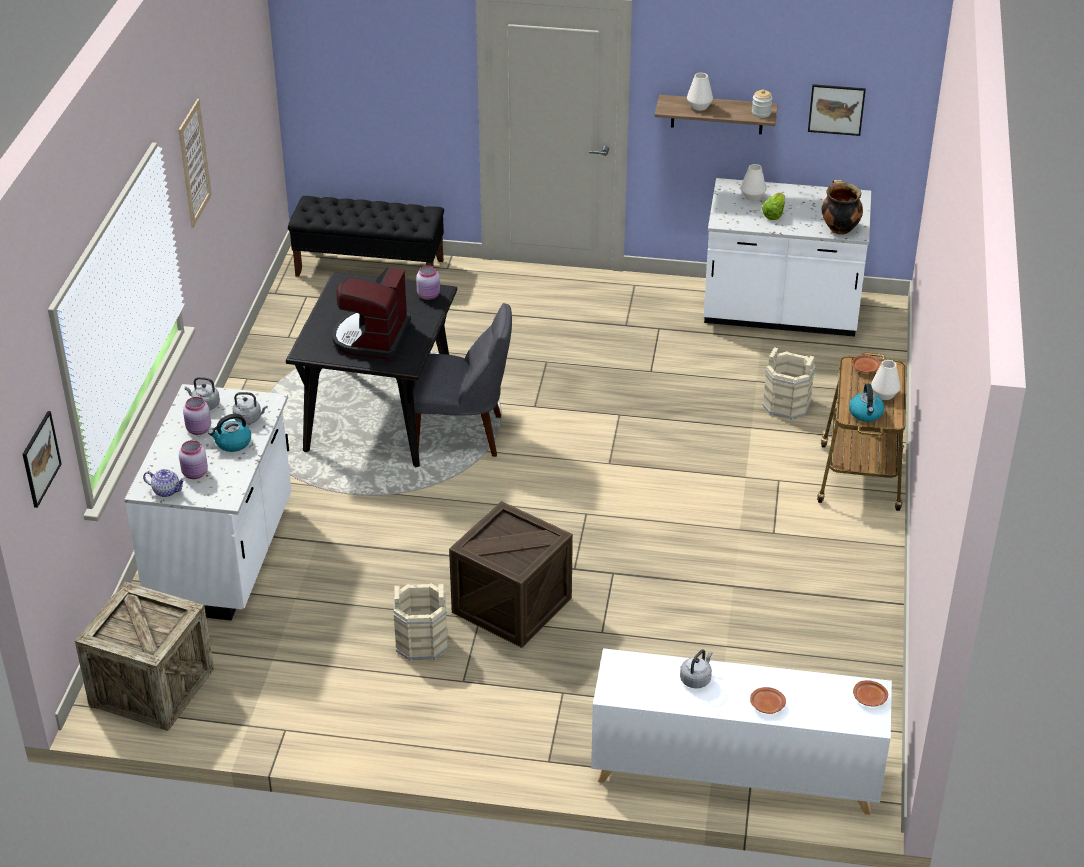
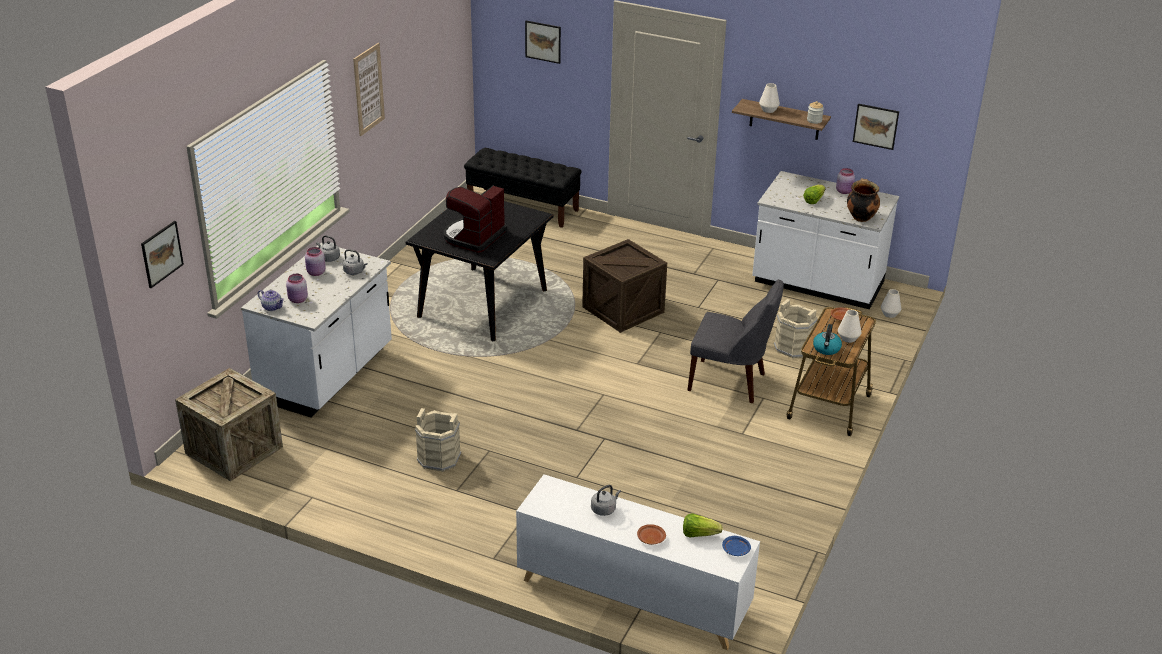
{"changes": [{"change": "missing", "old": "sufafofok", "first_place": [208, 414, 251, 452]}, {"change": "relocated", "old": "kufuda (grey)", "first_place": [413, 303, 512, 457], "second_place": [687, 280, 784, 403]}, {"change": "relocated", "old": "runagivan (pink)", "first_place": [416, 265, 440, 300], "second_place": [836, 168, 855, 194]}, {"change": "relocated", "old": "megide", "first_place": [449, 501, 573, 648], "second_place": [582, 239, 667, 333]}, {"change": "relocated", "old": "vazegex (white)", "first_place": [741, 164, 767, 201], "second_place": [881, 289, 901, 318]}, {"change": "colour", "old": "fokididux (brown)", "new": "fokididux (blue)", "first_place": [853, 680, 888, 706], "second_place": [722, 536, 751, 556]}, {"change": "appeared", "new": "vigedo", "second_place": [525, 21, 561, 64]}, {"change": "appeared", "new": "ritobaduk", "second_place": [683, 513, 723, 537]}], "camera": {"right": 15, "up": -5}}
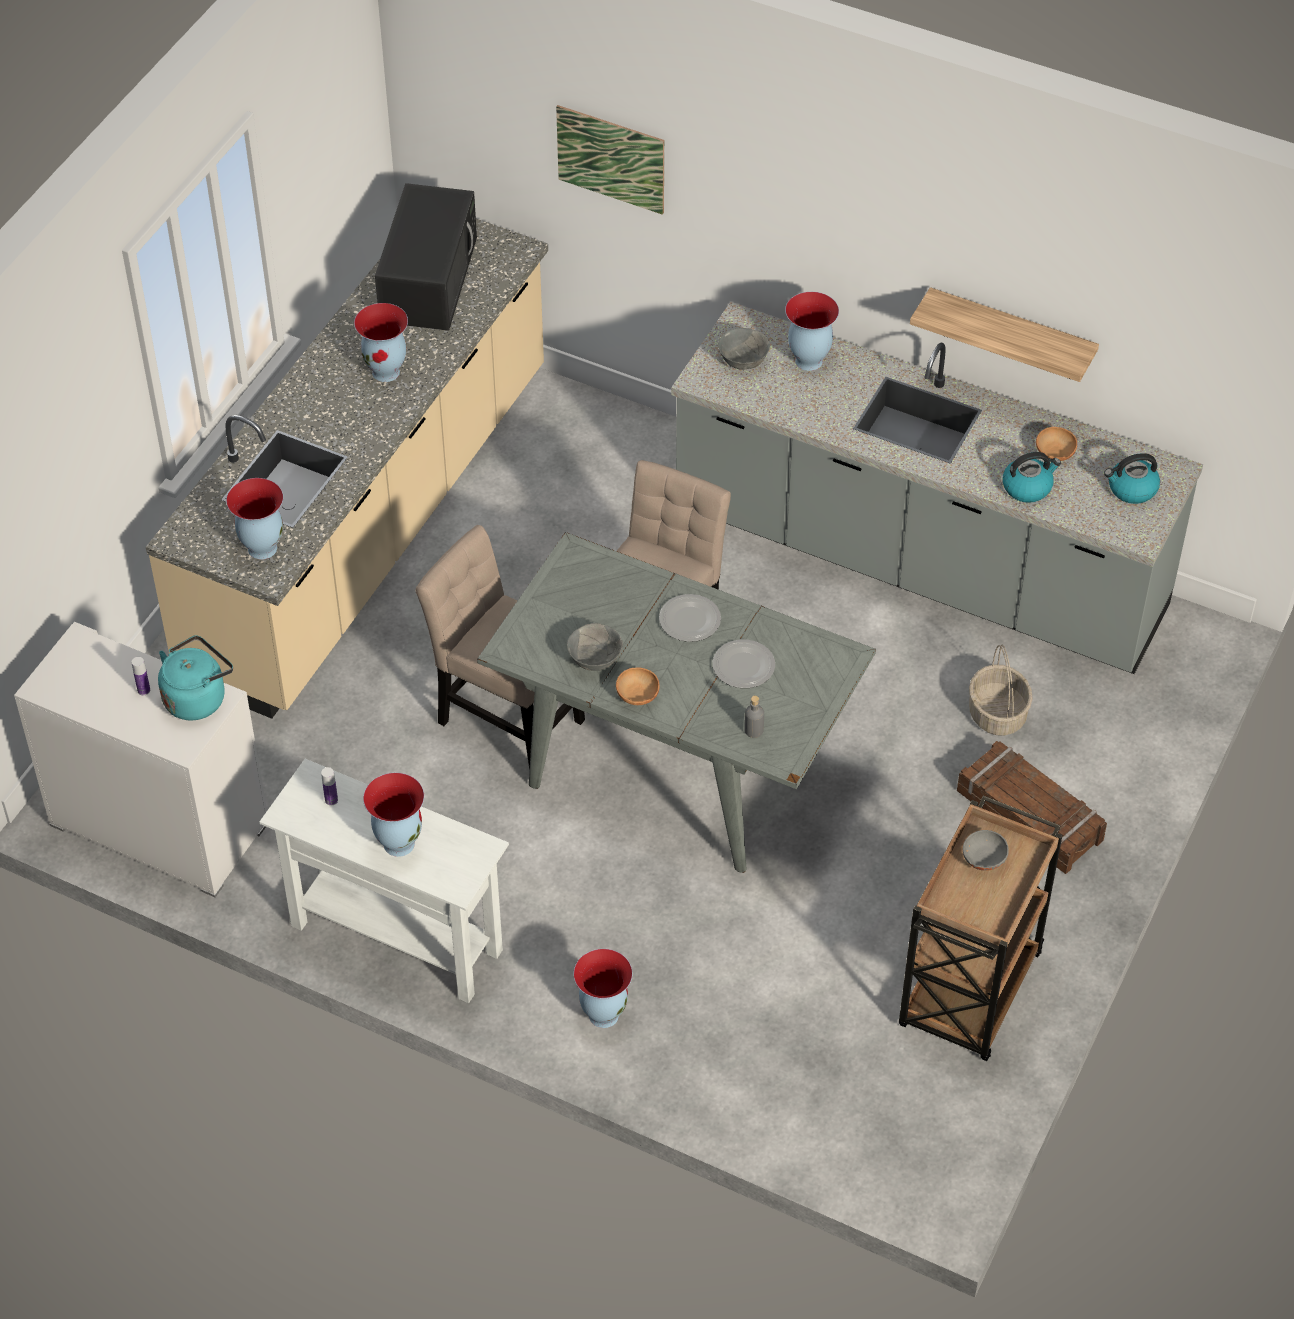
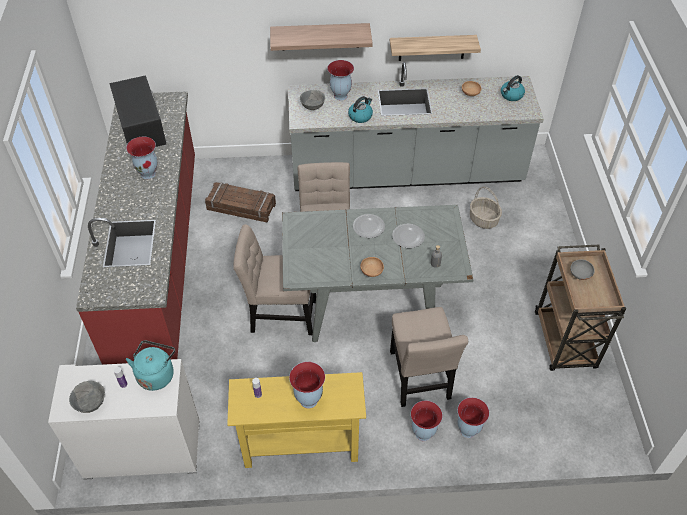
{"changes": [{"change": "colour", "old": "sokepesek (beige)", "new": "sokepesek (red)", "first_place": [146, 219, 548, 719], "second_place": [76, 91, 195, 365]}, {"change": "relocated", "old": "vazegex", "first_place": [226, 478, 283, 560], "second_place": [458, 397, 489, 438]}, {"change": "colour", "old": "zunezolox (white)", "new": "zunezolox (yellow)", "first_place": [259, 759, 509, 1003], "second_place": [227, 372, 366, 468]}, {"change": "missing", "old": "vigedo", "first_place": [556, 105, 664, 215]}, {"change": "relocated", "old": "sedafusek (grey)", "first_place": [567, 623, 623, 671], "second_place": [69, 381, 105, 413]}, {"change": "relocated", "old": "megide", "first_place": [957, 741, 1107, 874], "second_place": [205, 182, 276, 223]}, {"change": "relocated", "old": "sufafofok", "first_place": [1003, 452, 1061, 503], "second_place": [348, 96, 373, 123]}, {"change": "appeared", "new": "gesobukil", "second_place": [270, 23, 372, 51]}, {"change": "appeared", "new": "kufuda (beige)", "second_place": [390, 307, 468, 407]}], "camera": {"right": -30, "up": 0}}
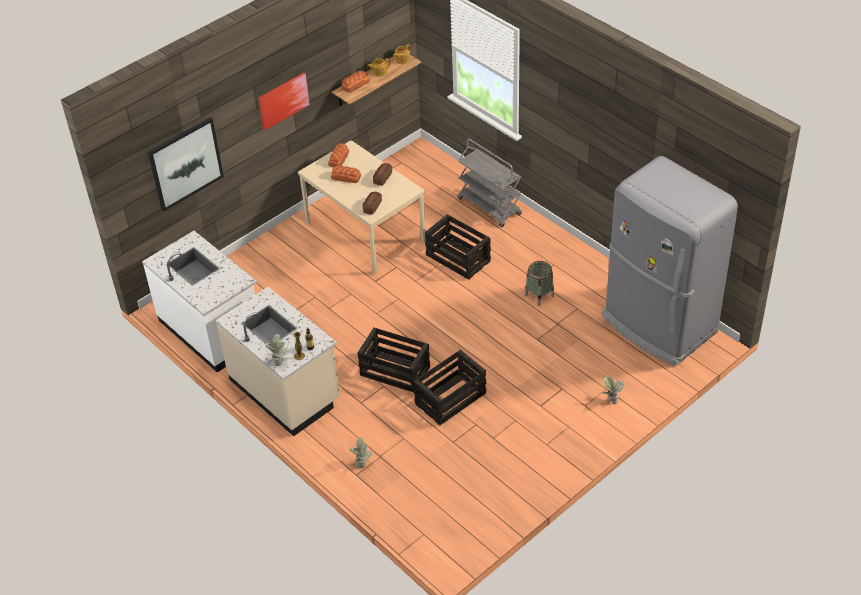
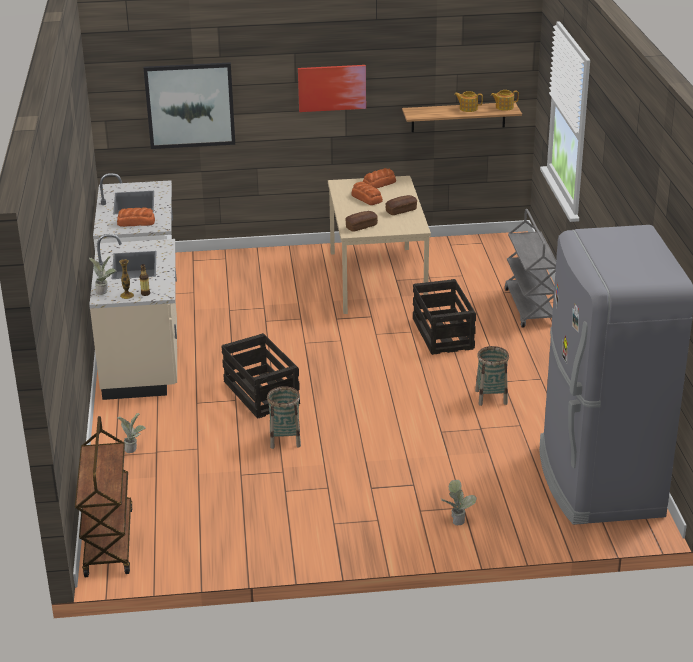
{"changes": [{"change": "relocated", "old": "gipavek", "first_place": [341, 71, 370, 92], "second_place": [117, 207, 155, 227]}, {"change": "exchanged", "old": "megide", "new": "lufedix", "first_place": [413, 350, 486, 425], "second_place": [267, 386, 301, 449]}, {"change": "appeared", "new": "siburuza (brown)", "second_place": [75, 416, 133, 577]}], "camera": {"right": 35, "up": -15}}
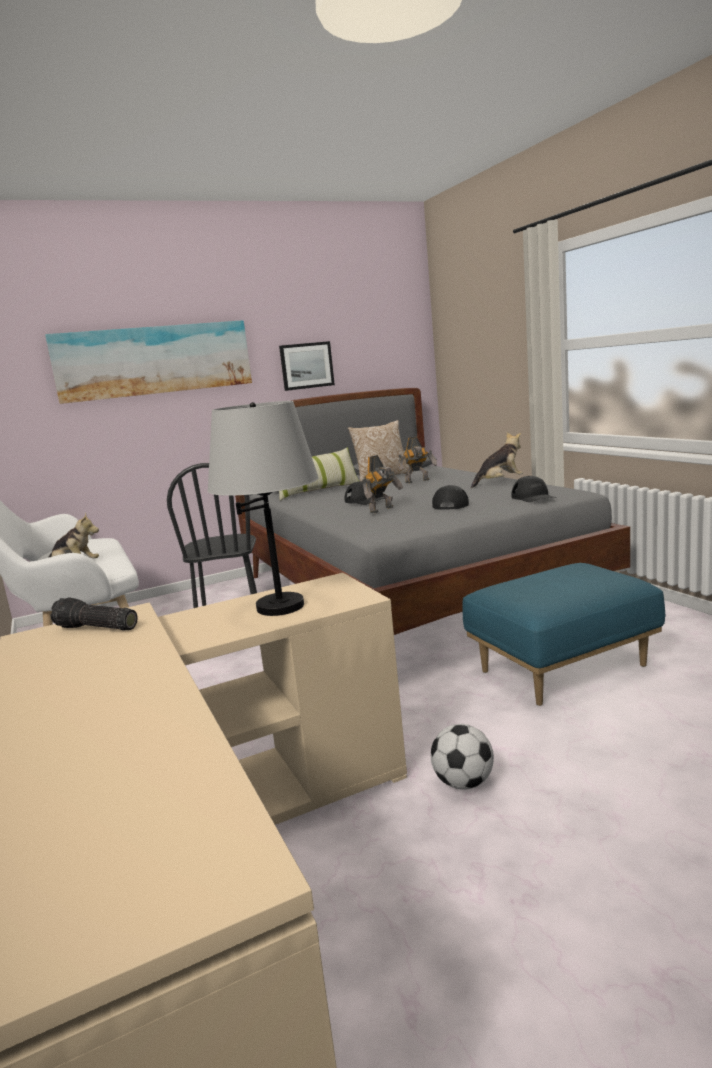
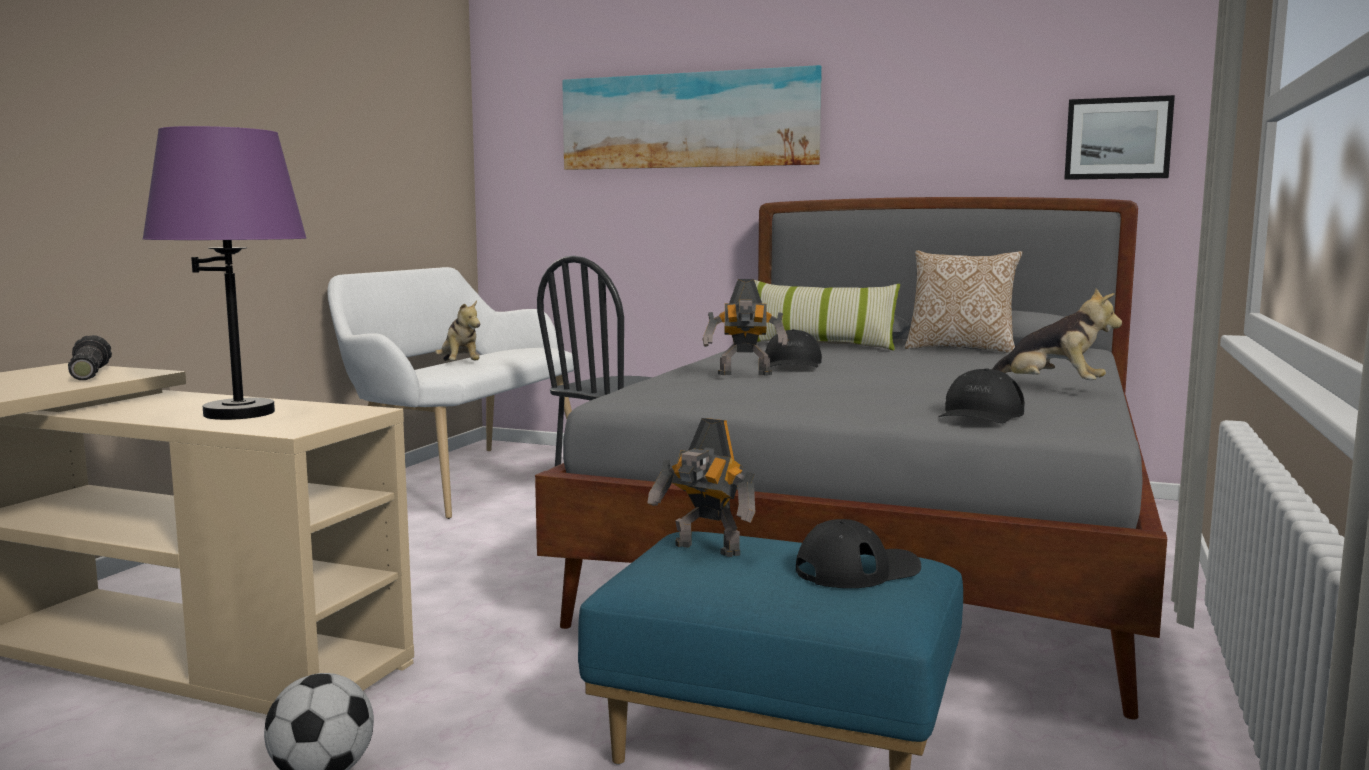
{"changes": [{"change": "colour", "old": "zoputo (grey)", "new": "zoputo (purple)", "first_place": [208, 401, 319, 616], "second_place": [143, 126, 307, 420]}, {"change": "relocated", "old": "vigedo", "first_place": [279, 341, 335, 391], "second_place": [1064, 95, 1175, 180]}, {"change": "relocated", "old": "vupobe", "first_place": [398, 436, 437, 483], "second_place": [647, 418, 756, 557]}, {"change": "relocated", "old": "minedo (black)", "first_place": [432, 485, 469, 510], "second_place": [796, 519, 921, 588]}], "camera": {"right": 45, "up": -5}}
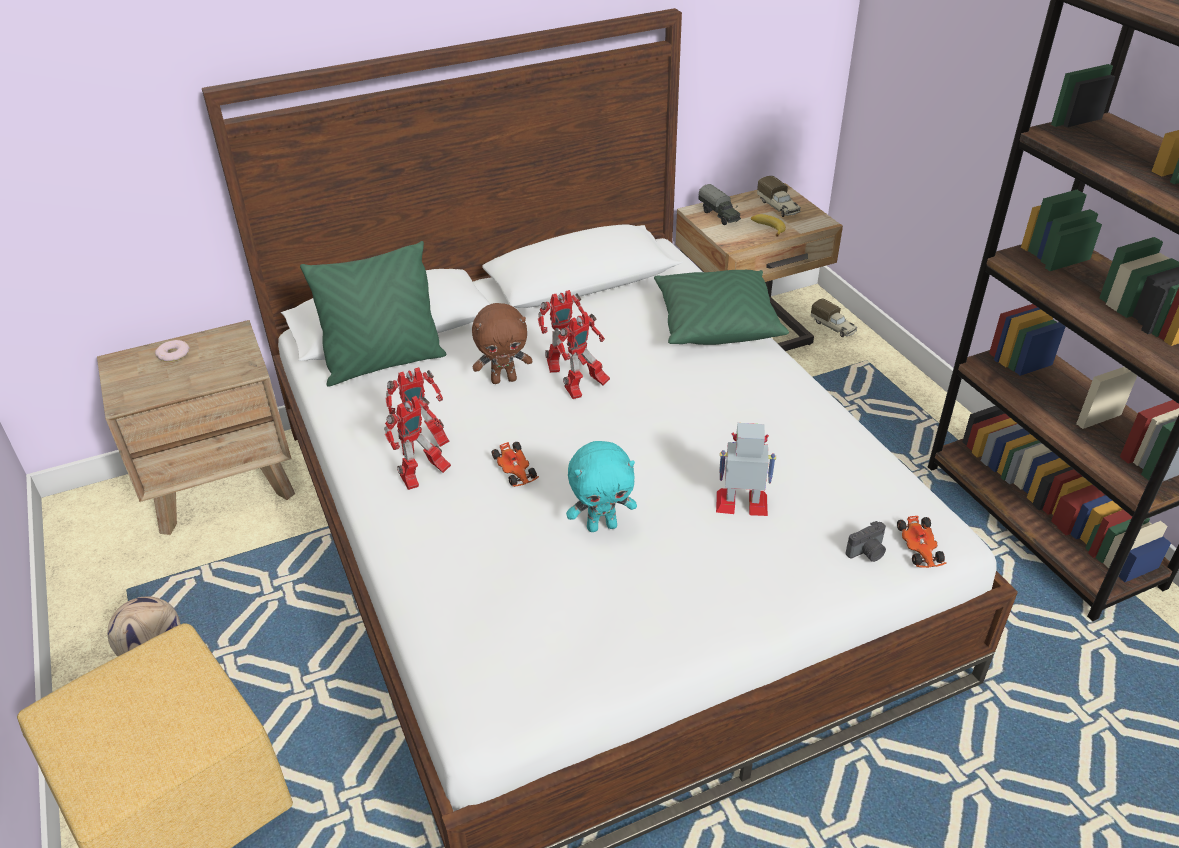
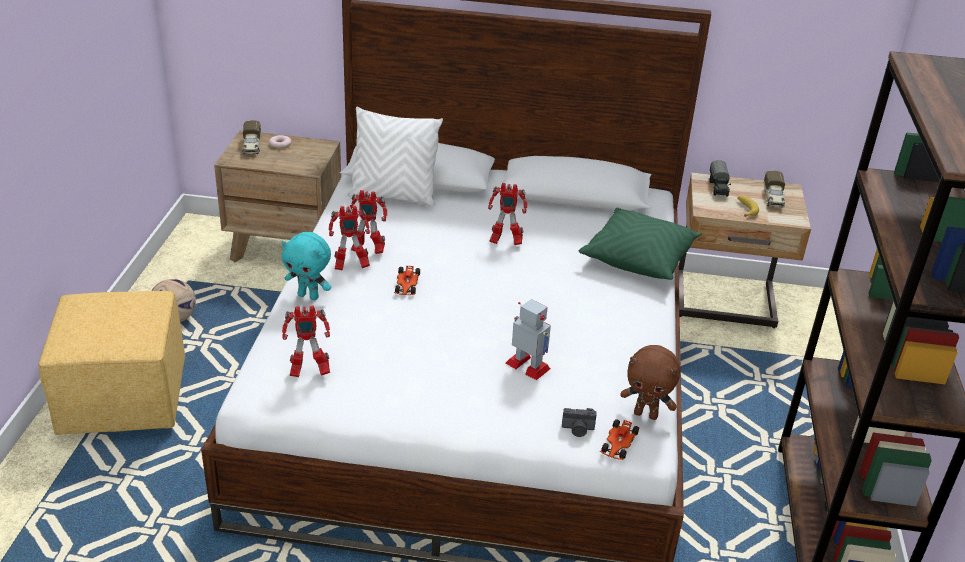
{"changes": [{"change": "colour", "old": "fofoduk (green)", "new": "fofoduk (white)", "first_place": [300, 241, 447, 386], "second_place": [348, 107, 443, 206]}, {"change": "relocated", "old": "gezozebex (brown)", "first_place": [472, 303, 532, 384], "second_place": [620, 345, 680, 420]}, {"change": "relocated", "old": "vupobe", "first_place": [556, 312, 610, 399], "second_place": [282, 306, 330, 377]}, {"change": "relocated", "old": "gezozebex (turquoise)", "first_place": [566, 441, 637, 532], "second_place": [281, 232, 331, 300]}, {"change": "relocated", "old": "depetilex", "first_place": [811, 299, 857, 337], "second_place": [243, 120, 261, 154]}], "camera": {"right": 30, "up": -5}}
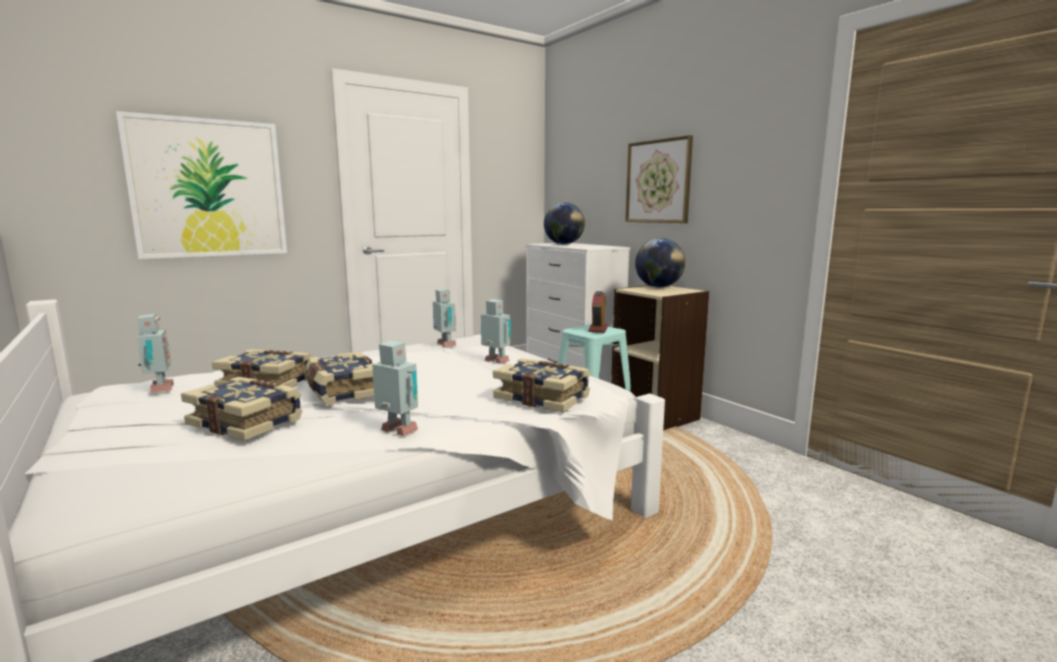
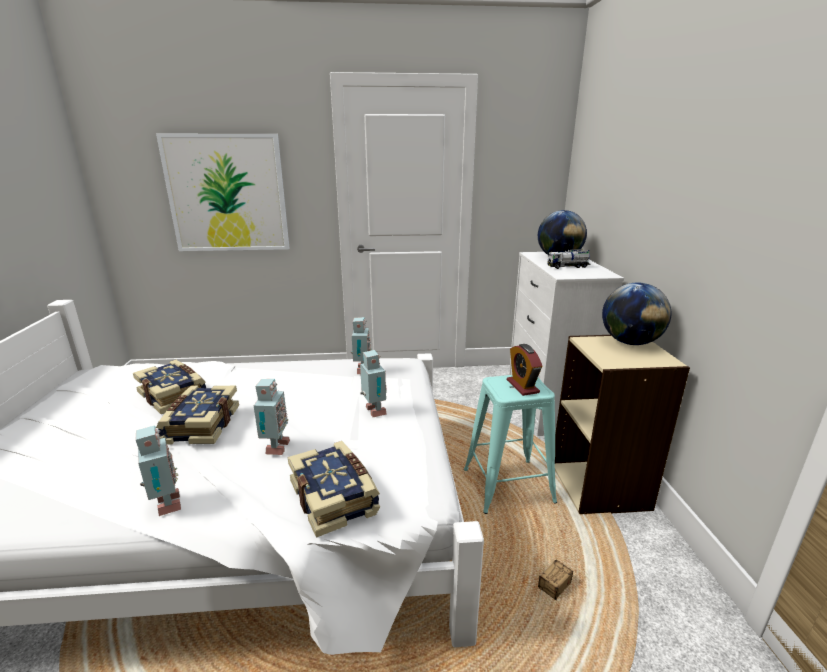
{"changes": [{"change": "relocated", "old": "vupobe", "first_place": [137, 314, 174, 392], "second_place": [254, 379, 290, 455]}, {"change": "missing", "old": "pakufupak", "first_place": [181, 377, 303, 441]}, {"change": "spun", "old": "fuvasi", "first_place": [588, 291, 608, 333], "second_place": [507, 344, 542, 396], "degrees": -60}, {"change": "missing", "old": "vigedo", "first_place": [625, 135, 693, 223]}, {"change": "appeared", "new": "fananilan", "second_place": [538, 560, 573, 600]}, {"change": "appeared", "new": "depetilex", "second_place": [547, 249, 590, 269]}], "camera": {"right": 30, "up": 10}}
